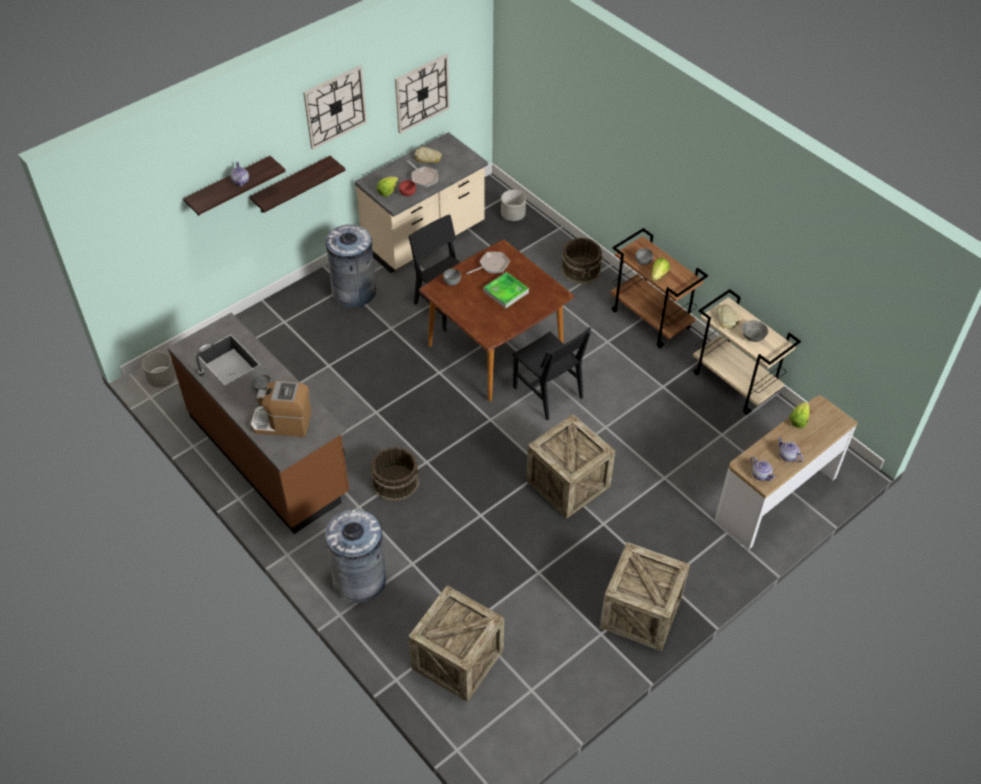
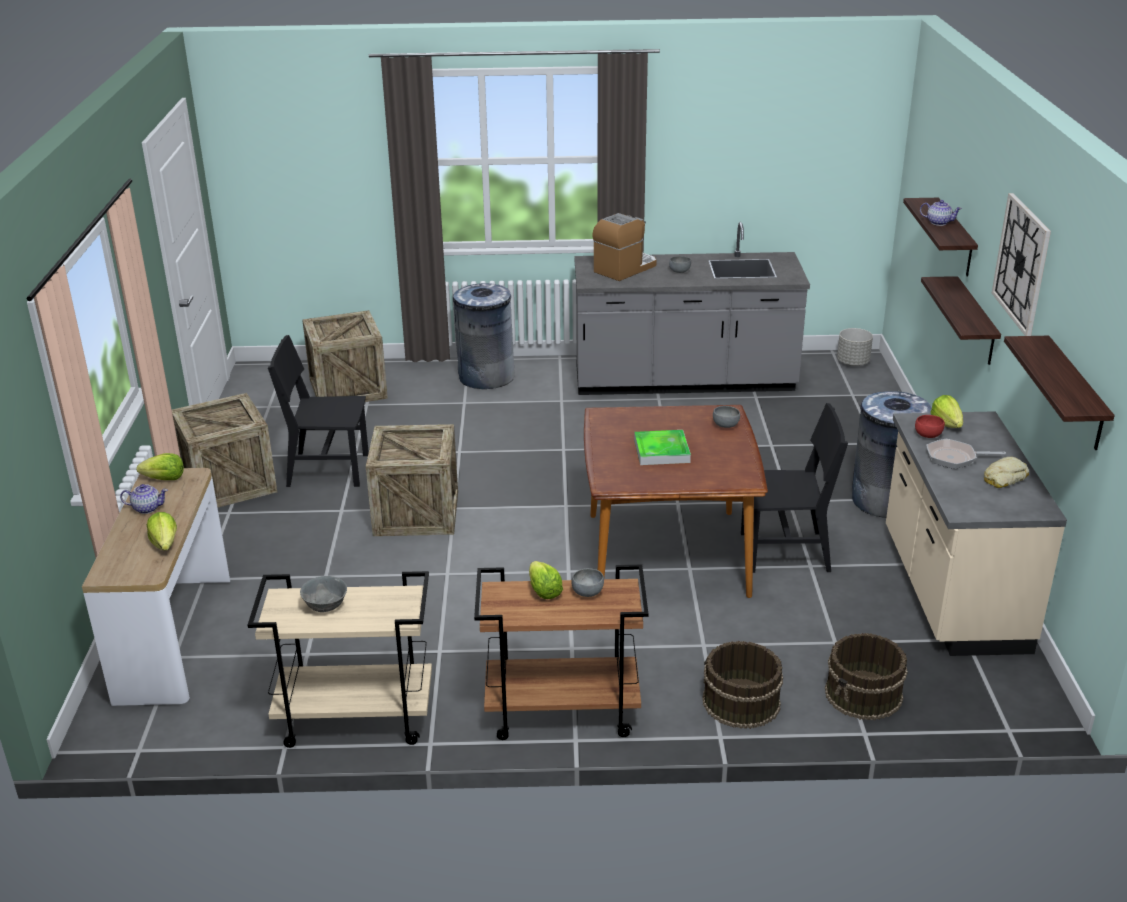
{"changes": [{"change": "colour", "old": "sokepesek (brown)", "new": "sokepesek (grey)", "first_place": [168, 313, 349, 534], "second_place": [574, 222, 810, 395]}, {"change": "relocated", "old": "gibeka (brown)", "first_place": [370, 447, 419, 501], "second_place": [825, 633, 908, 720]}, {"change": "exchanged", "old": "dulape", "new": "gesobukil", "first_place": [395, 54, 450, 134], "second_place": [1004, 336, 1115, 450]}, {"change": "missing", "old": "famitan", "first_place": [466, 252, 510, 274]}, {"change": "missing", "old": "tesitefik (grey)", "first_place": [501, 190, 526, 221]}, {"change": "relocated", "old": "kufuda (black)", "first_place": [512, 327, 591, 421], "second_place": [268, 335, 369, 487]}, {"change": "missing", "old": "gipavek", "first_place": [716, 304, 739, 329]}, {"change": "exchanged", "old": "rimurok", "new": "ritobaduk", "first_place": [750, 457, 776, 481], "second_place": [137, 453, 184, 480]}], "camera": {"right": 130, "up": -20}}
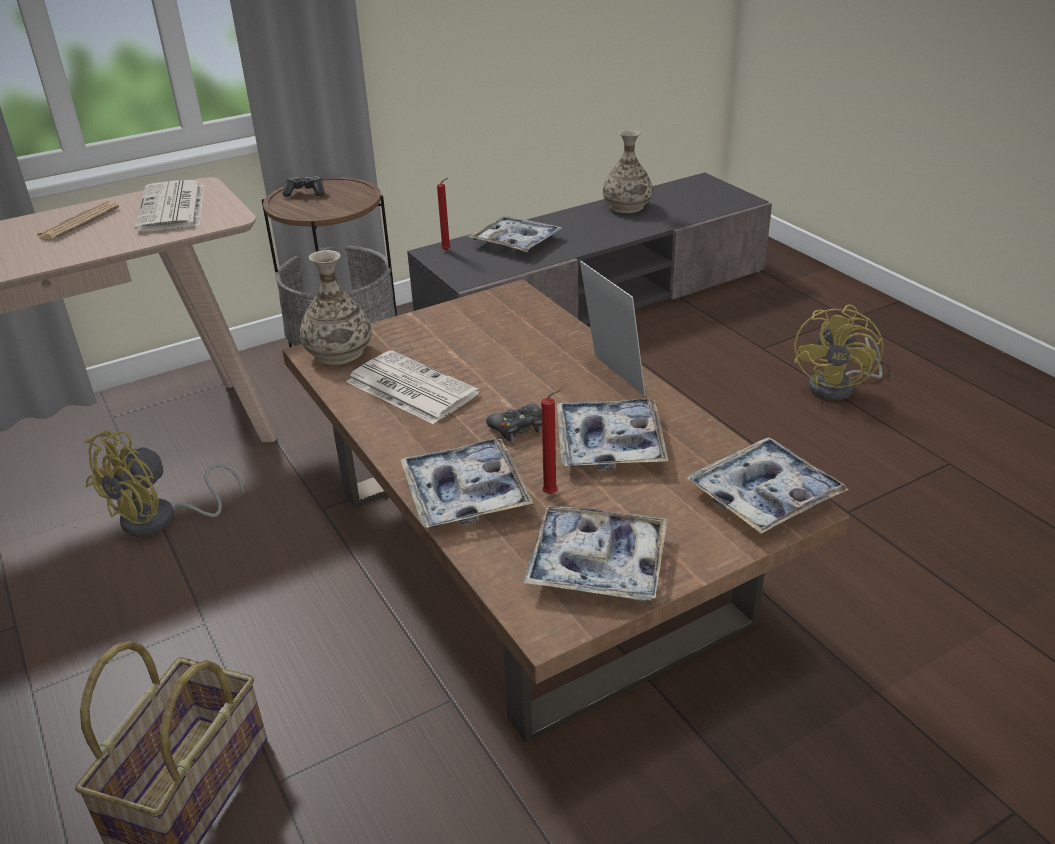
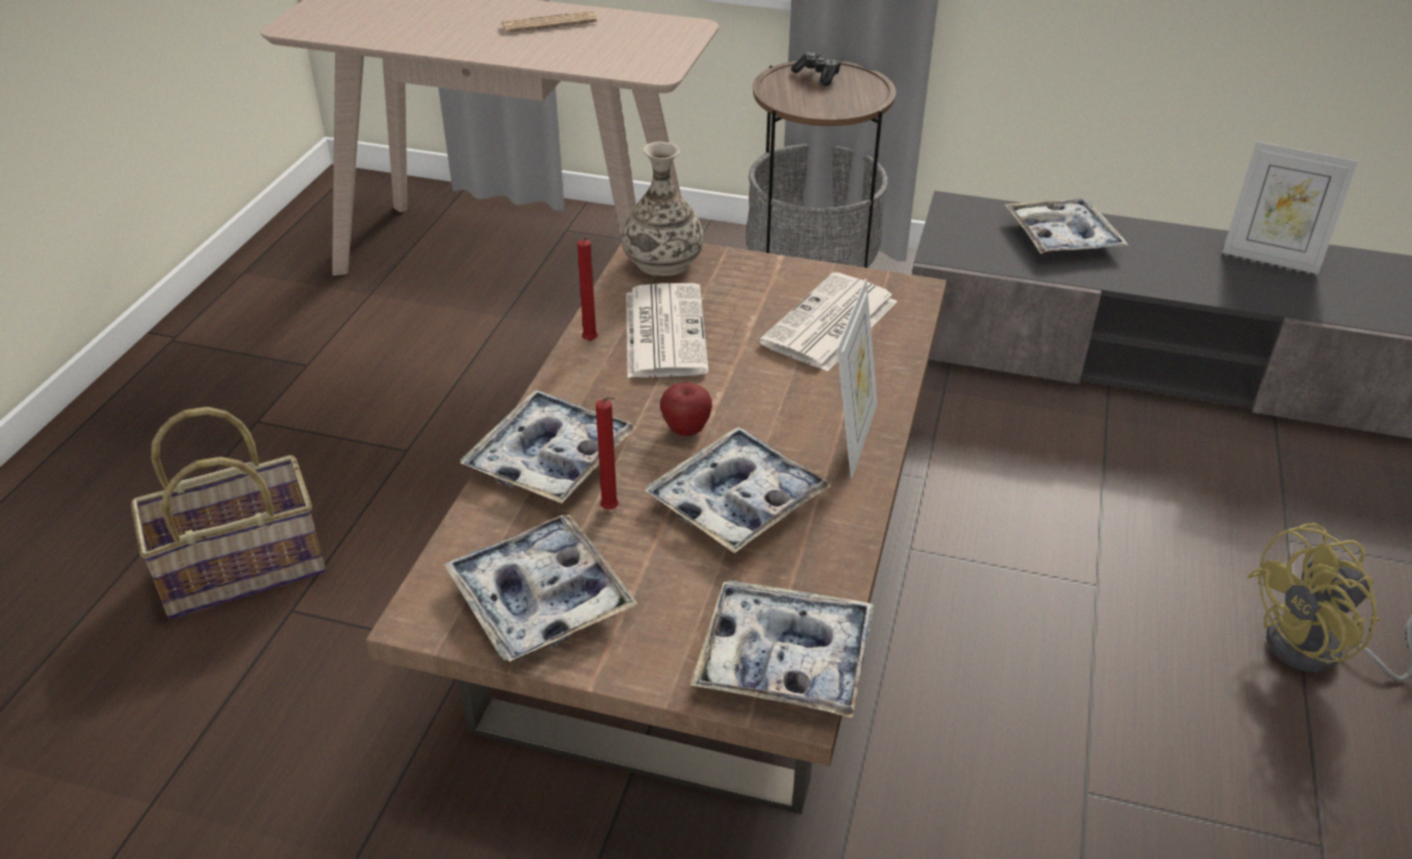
{"changes": [{"change": "missing", "old": "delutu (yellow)", "first_place": [84, 431, 244, 537]}, {"change": "relocated", "old": "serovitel", "first_place": [135, 180, 204, 231], "second_place": [759, 272, 897, 372]}, {"change": "relocated", "old": "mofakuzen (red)", "first_place": [437, 178, 451, 251], "second_place": [577, 236, 598, 341]}, {"change": "exchanged", "old": "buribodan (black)", "new": "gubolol", "first_place": [486, 404, 542, 442], "second_place": [660, 383, 712, 436]}, {"change": "exchanged", "old": "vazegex", "new": "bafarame", "first_place": [603, 130, 653, 213], "second_place": [1222, 141, 1358, 274]}], "camera": {"right": 45, "up": 5}}
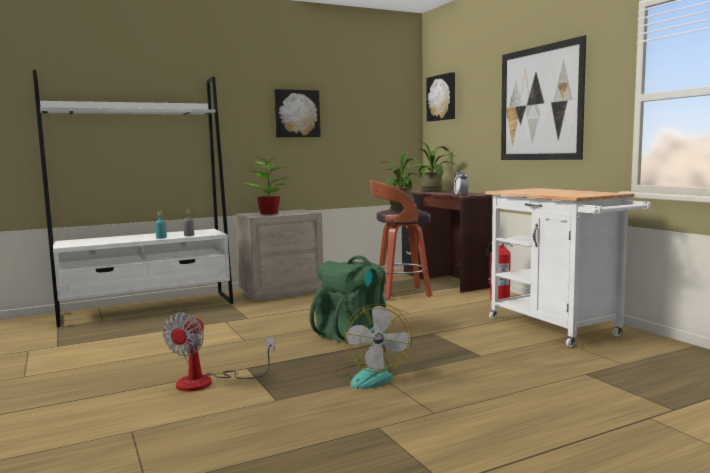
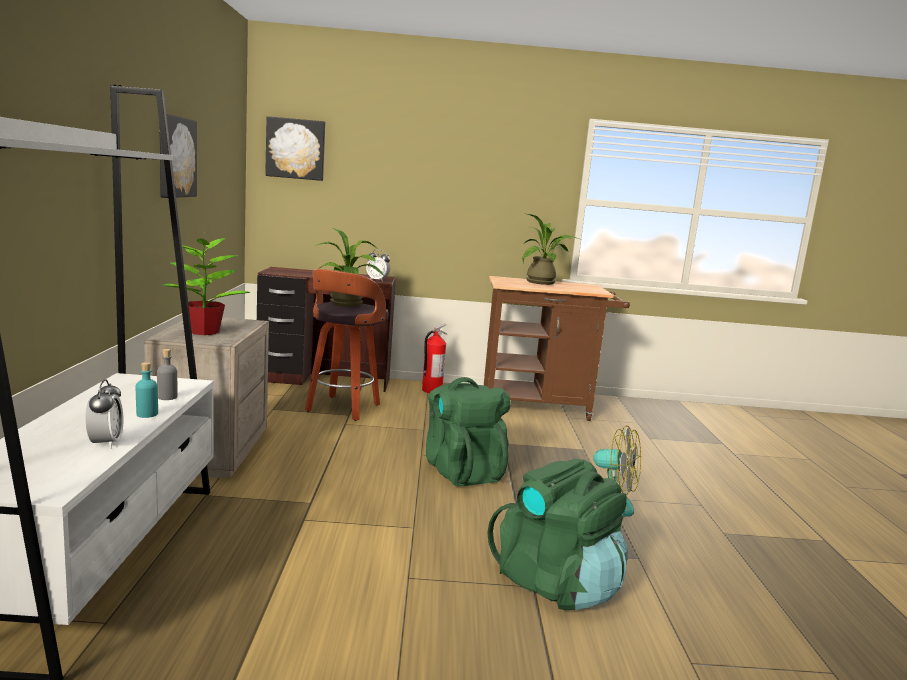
{"changes": [{"change": "exchanged", "old": "delutu", "new": "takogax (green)", "first_place": [162, 312, 275, 391], "second_place": [487, 459, 628, 610]}, {"change": "relocated", "old": "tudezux", "first_place": [409, 141, 460, 192], "second_place": [522, 213, 582, 285]}, {"change": "colour", "old": "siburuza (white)", "new": "siburuza (brown)", "first_place": [485, 188, 651, 347], "second_place": [484, 276, 630, 421]}, {"change": "missing", "old": "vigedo", "first_place": [501, 35, 586, 160]}, {"change": "appeared", "new": "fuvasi", "second_place": [86, 379, 123, 449]}], "camera": {"right": -65, "up": 5}}
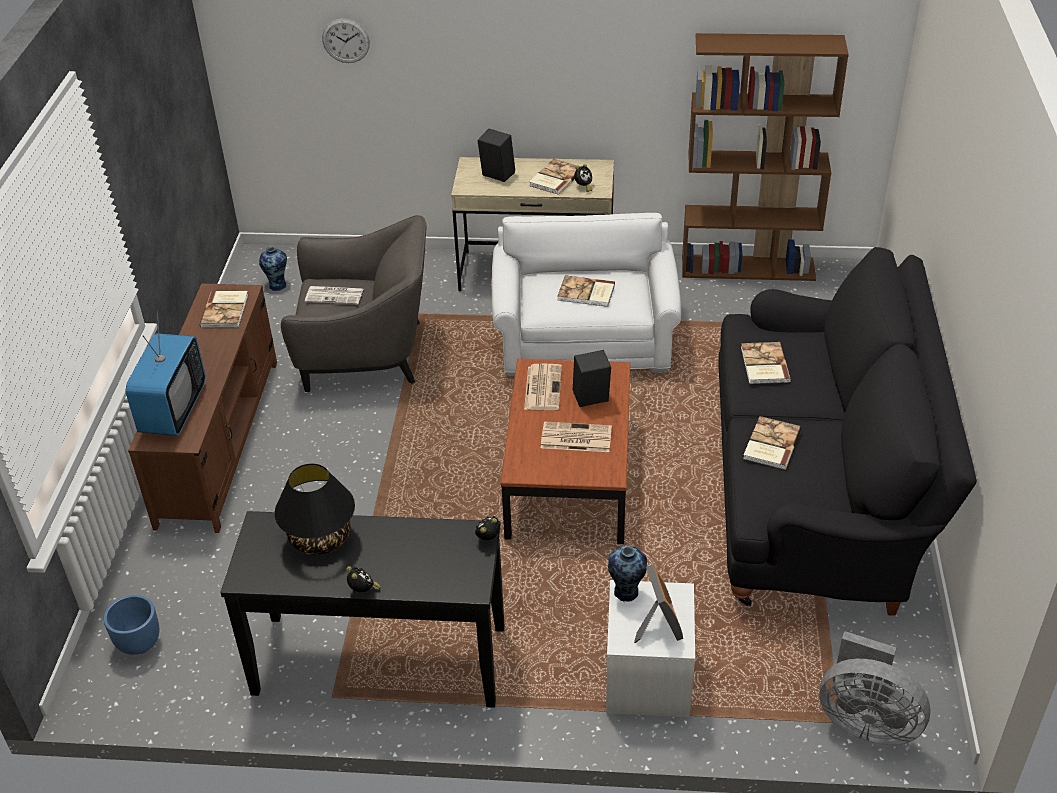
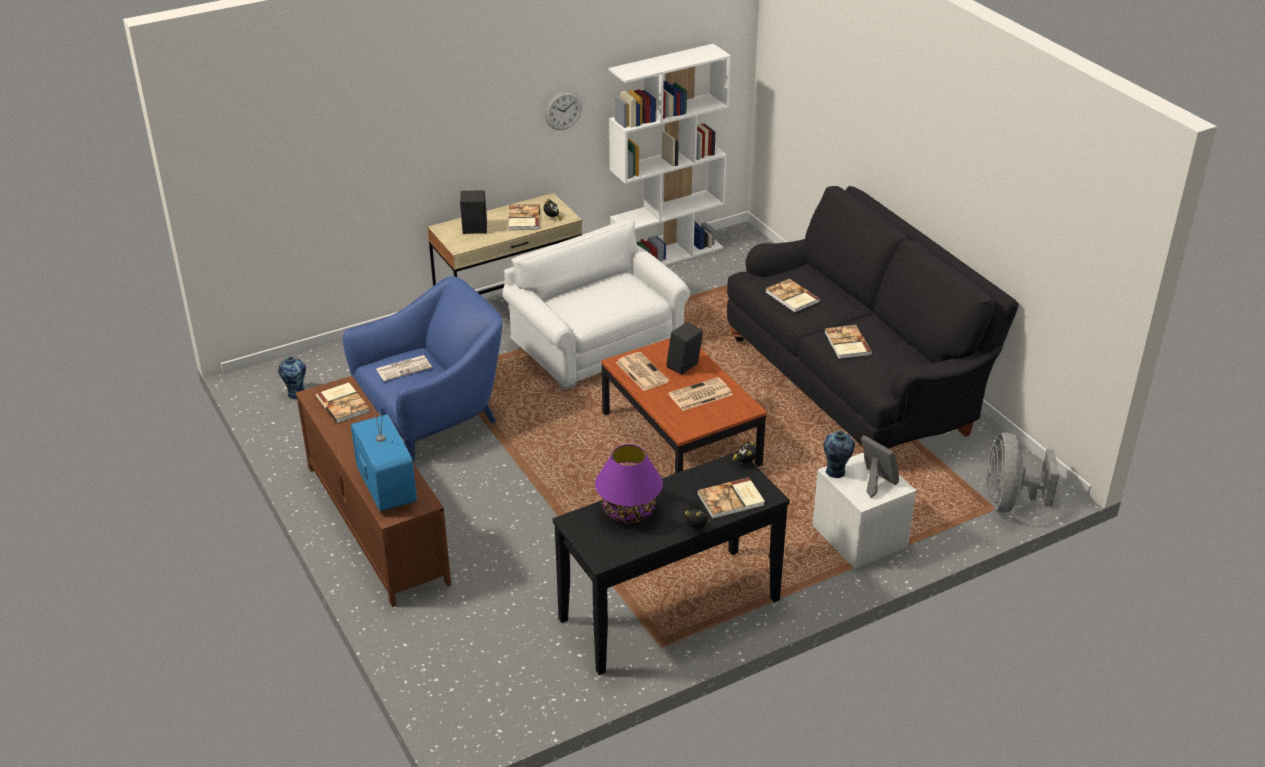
{"changes": [{"change": "missing", "old": "tesitefik (blue)", "first_place": [104, 595, 159, 655]}, {"change": "colour", "old": "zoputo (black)", "new": "zoputo (purple)", "first_place": [274, 464, 355, 555], "second_place": [595, 444, 663, 523]}, {"change": "colour", "old": "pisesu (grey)", "new": "pisesu (blue)", "first_place": [281, 215, 427, 392], "second_place": [343, 276, 502, 461]}, {"change": "relocated", "old": "dulape", "first_place": [322, 18, 370, 63], "second_place": [545, 91, 582, 130]}, {"change": "relocated", "old": "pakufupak", "first_place": [557, 275, 615, 307], "second_place": [697, 478, 765, 519]}, {"change": "colour", "old": "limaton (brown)", "new": "limaton (white)", "first_place": [682, 33, 849, 281], "second_place": [609, 44, 731, 266]}, {"change": "spun", "old": "delutu (grey)", "first_place": [820, 631, 931, 745], "second_place": [987, 432, 1059, 513], "degrees": 105}], "camera": {"right": -35, "up": -5}}
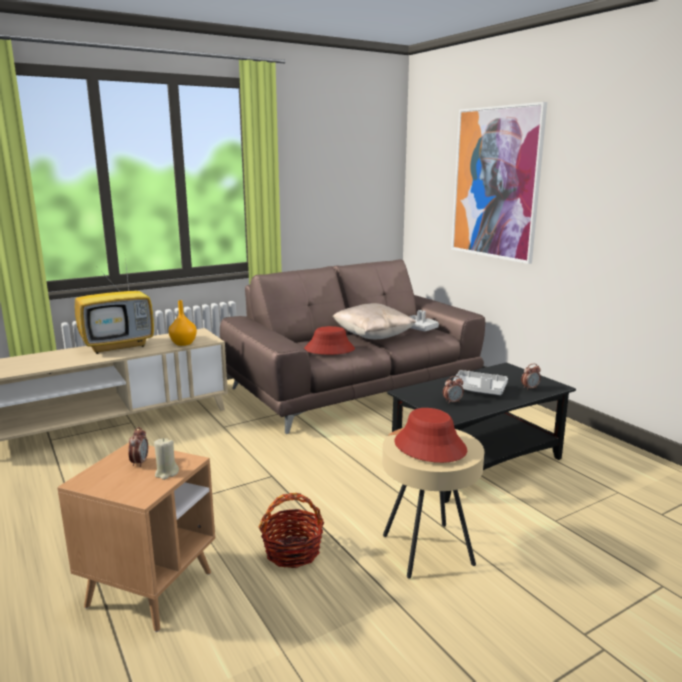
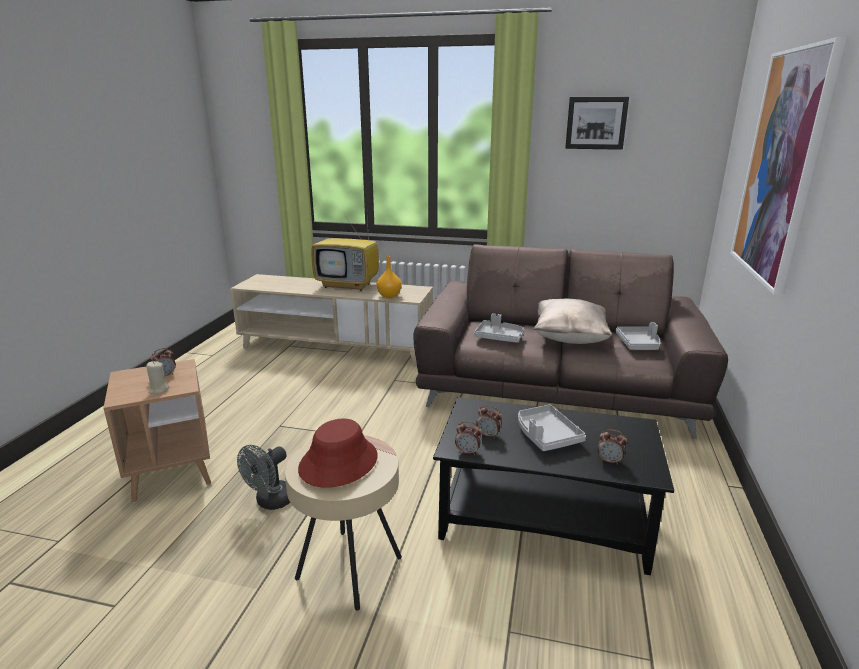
{"changes": [{"change": "exchanged", "old": "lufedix", "new": "delutu (grey)", "first_place": [259, 493, 324, 568], "second_place": [237, 445, 290, 510]}, {"change": "exchanged", "old": "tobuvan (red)", "new": "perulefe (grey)", "first_place": [304, 326, 355, 355], "second_place": [474, 313, 524, 343]}, {"change": "appeared", "new": "fuvasi", "second_place": [455, 421, 482, 455]}, {"change": "appeared", "new": "vigedo", "second_place": [565, 97, 629, 150]}], "camera": {"right": 45, "up": 5}}
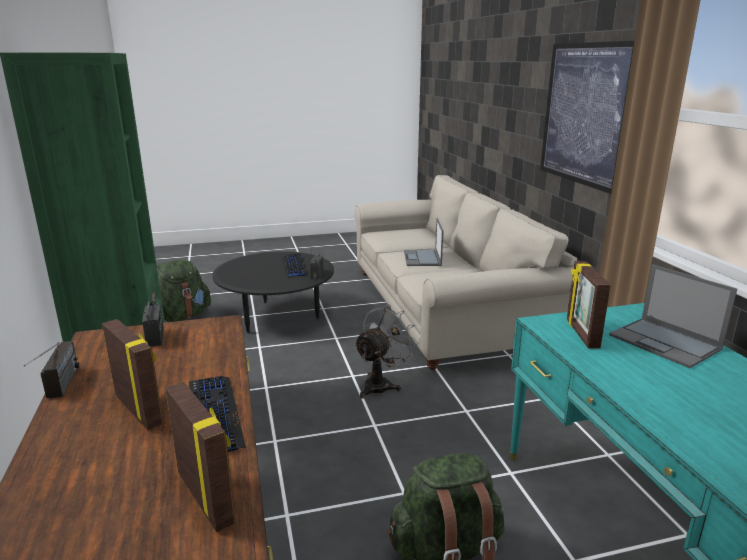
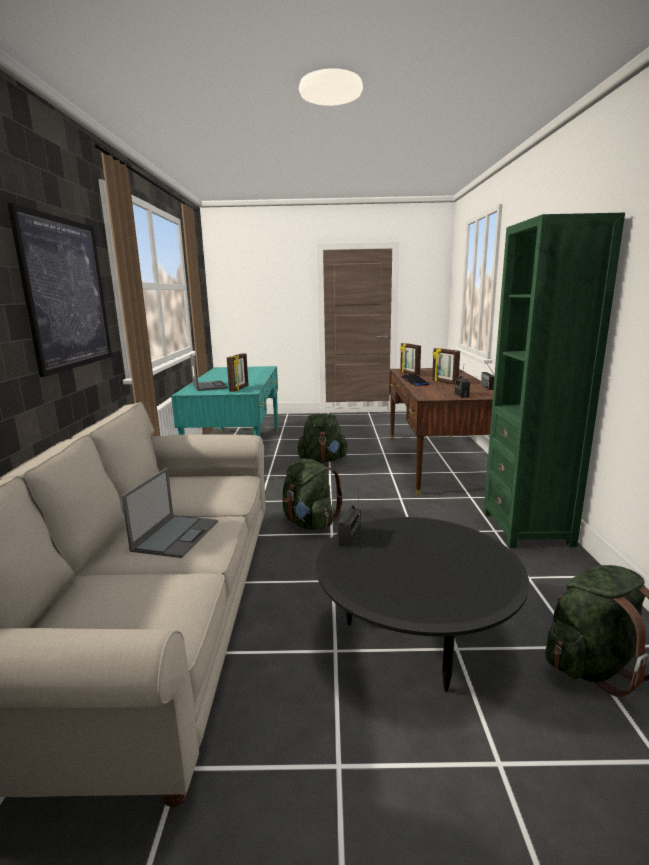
{"changes": [{"change": "missing", "old": "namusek", "first_place": [282, 254, 306, 276]}, {"change": "exchanged", "old": "delutu (grey)", "new": "takogax (green)", "first_place": [354, 304, 418, 399], "second_place": [283, 459, 343, 530]}], "camera": {"right": -165, "up": -5}}
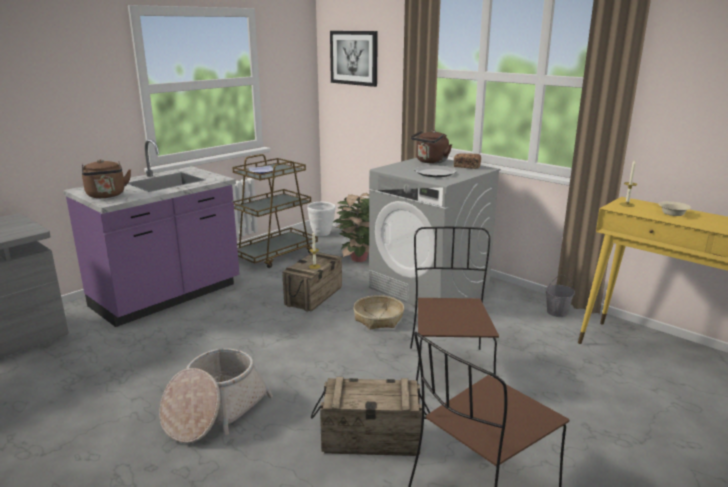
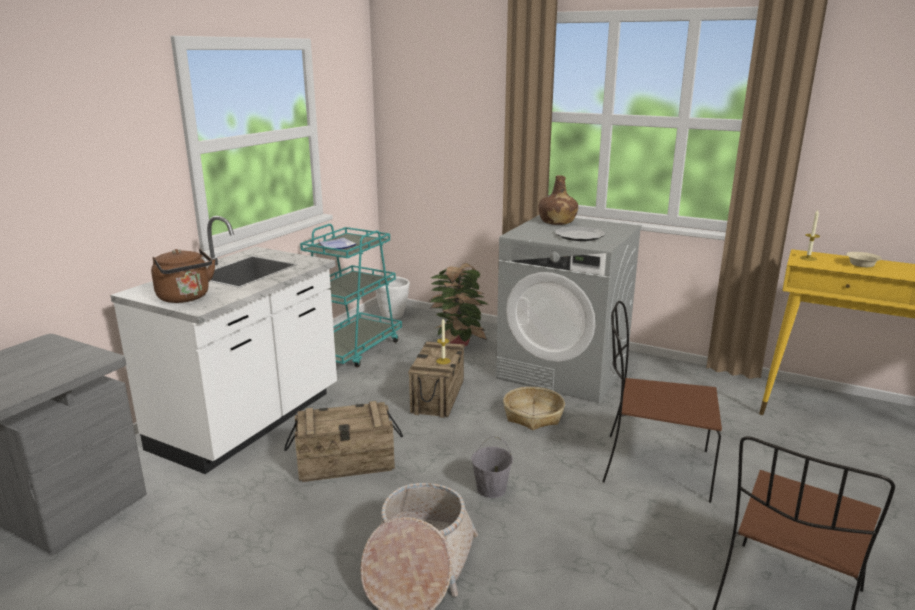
{"changes": [{"change": "colour", "old": "sokepesek (purple)", "new": "sokepesek (white)", "first_place": [63, 139, 240, 327], "second_place": [110, 216, 337, 474]}, {"change": "colour", "old": "siburuza (brown)", "new": "siburuza (turquoise)", "first_place": [232, 154, 318, 268], "second_place": [300, 224, 402, 368]}, {"change": "relocated", "old": "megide", "first_place": [311, 377, 430, 456], "second_place": [284, 401, 403, 482]}, {"change": "missing", "old": "vigedo", "first_place": [330, 31, 378, 87]}, {"change": "spun", "old": "kufuda (brown)", "first_place": [410, 227, 499, 383], "second_place": [602, 301, 722, 503], "degrees": -60}, {"change": "exchanged", "old": "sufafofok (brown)", "new": "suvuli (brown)", "first_place": [411, 130, 452, 164], "second_place": [539, 175, 578, 225]}, {"change": "missing", "old": "gipavek", "first_place": [454, 153, 481, 169]}, {"change": "relocated", "old": "gibeka (grey)", "first_place": [545, 275, 575, 317], "second_place": [471, 436, 513, 498]}], "camera": {"right": -15, "up": 0}}
